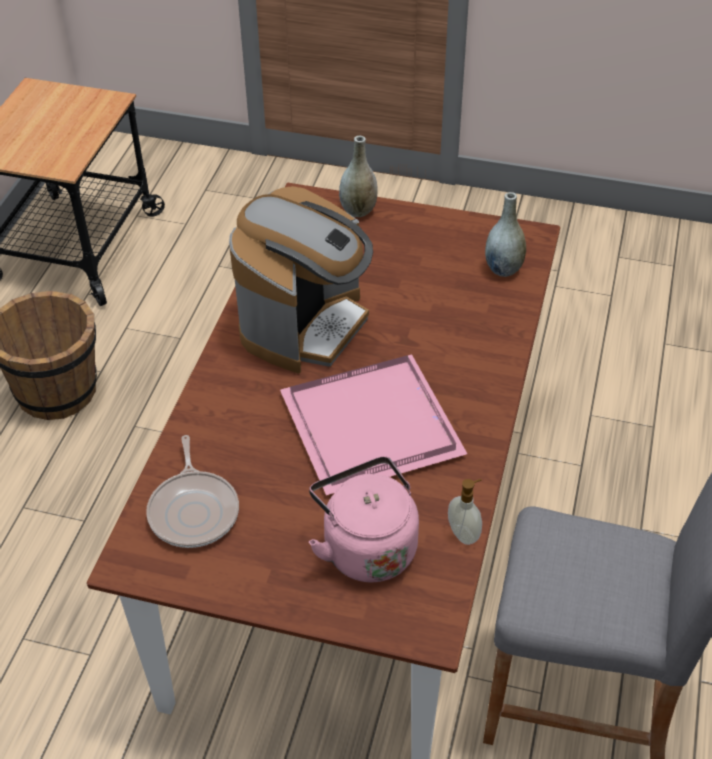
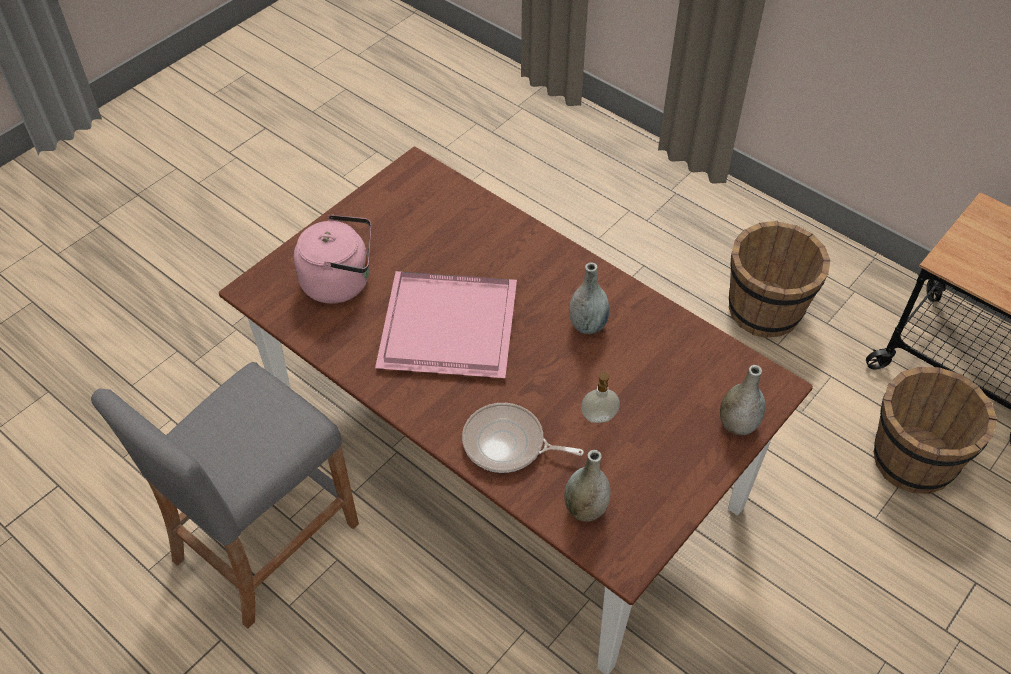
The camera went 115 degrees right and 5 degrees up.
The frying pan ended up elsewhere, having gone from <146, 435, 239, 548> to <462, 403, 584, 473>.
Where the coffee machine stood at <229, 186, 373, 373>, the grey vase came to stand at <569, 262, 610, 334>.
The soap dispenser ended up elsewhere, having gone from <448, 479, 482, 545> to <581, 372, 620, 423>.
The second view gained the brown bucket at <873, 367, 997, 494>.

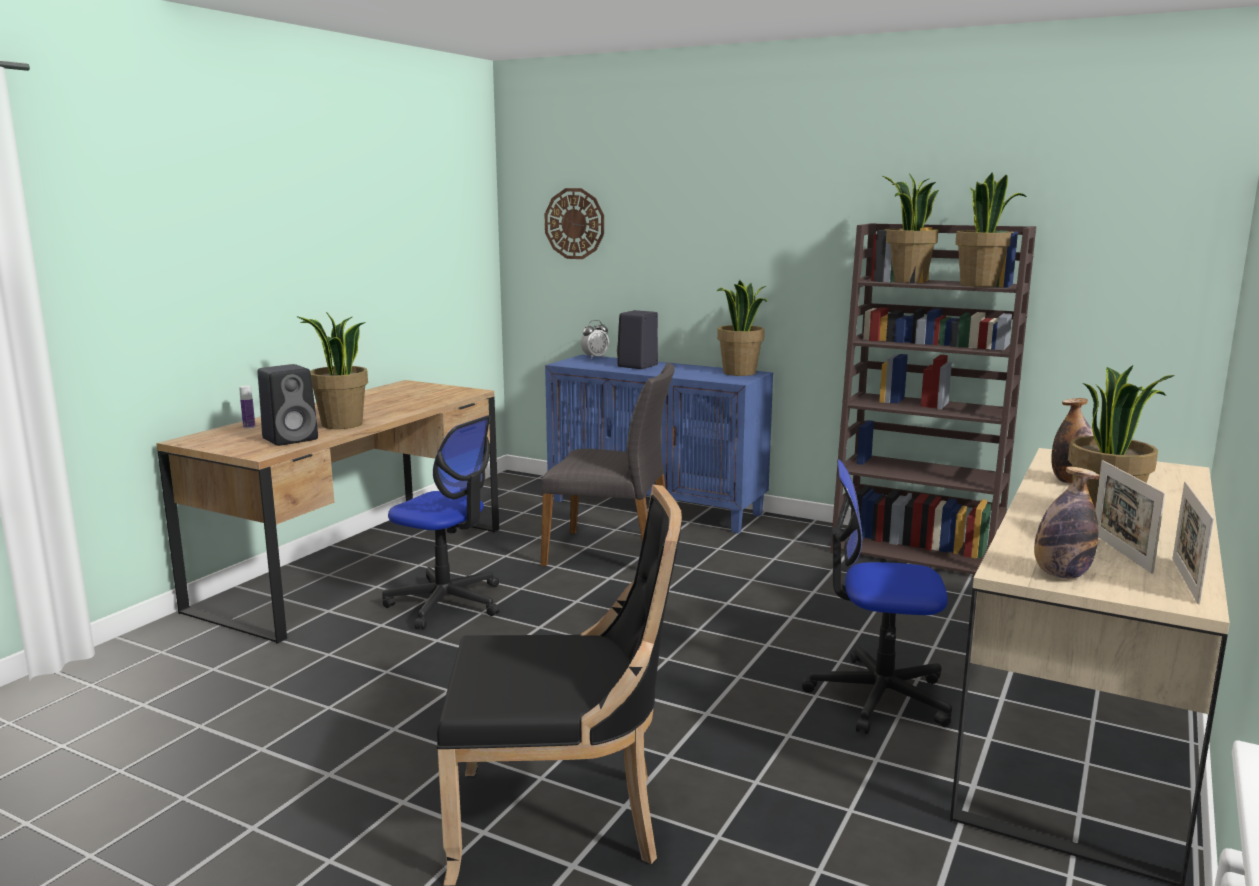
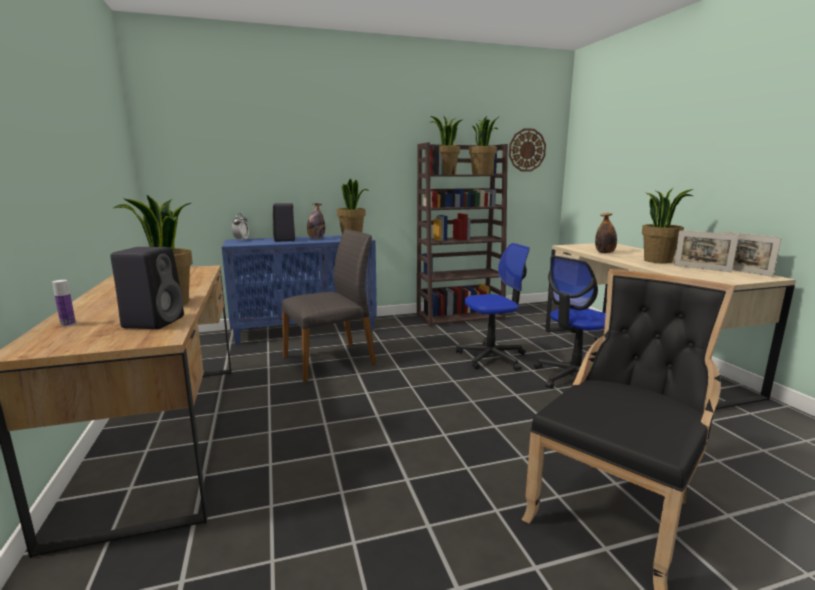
The camera went 45 degrees left and 0 degrees up.
The bottle ended up elsewhere, having gone from <1034, 467, 1099, 579> to <307, 203, 325, 239>.
The office chair ended up elsewhere, having gone from <382, 415, 500, 630> to <456, 243, 530, 371>.
The wall clock ended up elsewhere, having gone from <545, 188, 604, 259> to <509, 128, 546, 172>.

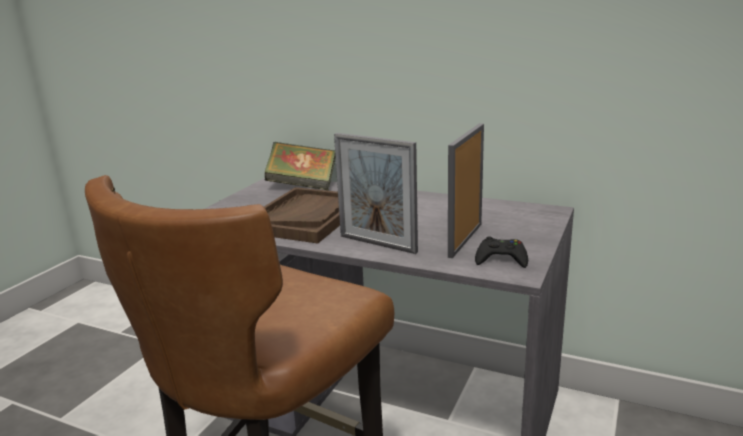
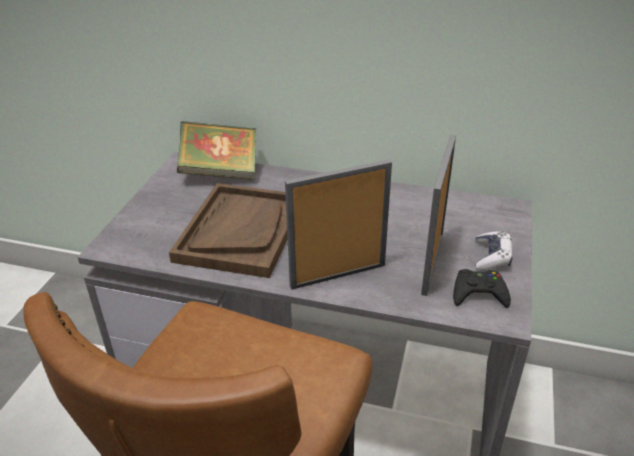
The camera went 10 degrees left and 15 degrees up.
The picture frame at <334, 133, 418, 254> ended up facing another way, 135 degrees clockwise from before.
The second view gained the game controller at <475, 231, 512, 271>.

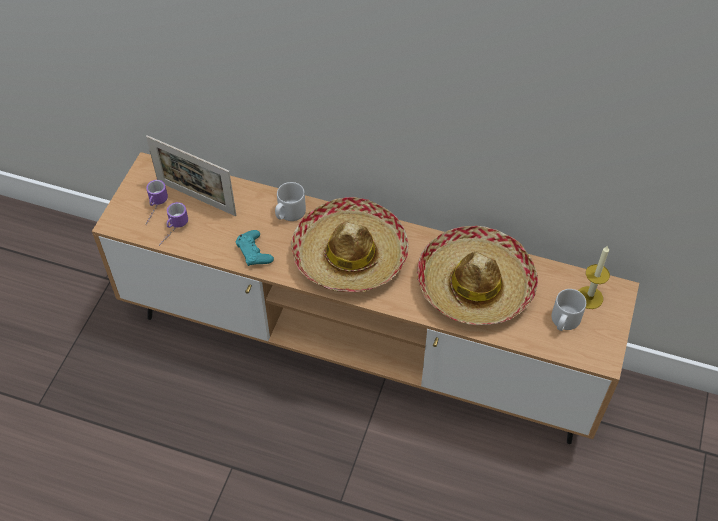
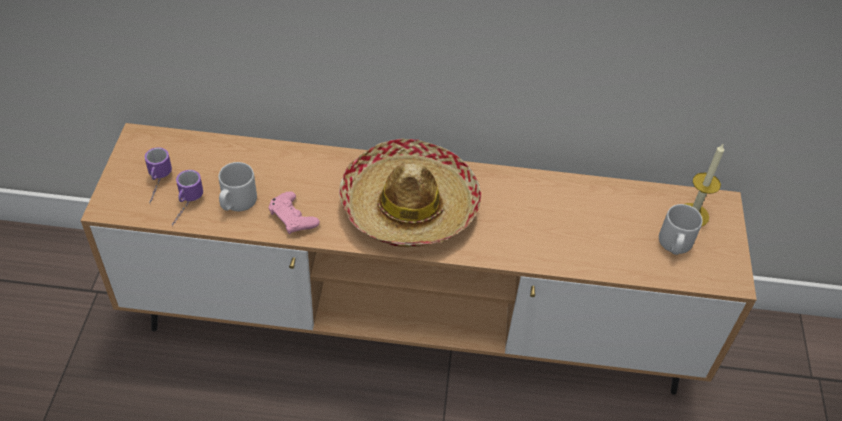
The camera went 15 degrees left and 5 degrees down.
The grey mug ended up elsewhere, having gone from <275, 182, 306, 221> to <219, 162, 257, 211>.
What was the turquoise game controller at <236, 230, 274, 266> turned into the pink game controller at <268, 191, 320, 234>.
The second view lost the picture frame at <146, 135, 236, 216>.
The second view lost the hat at <416, 226, 538, 325>.

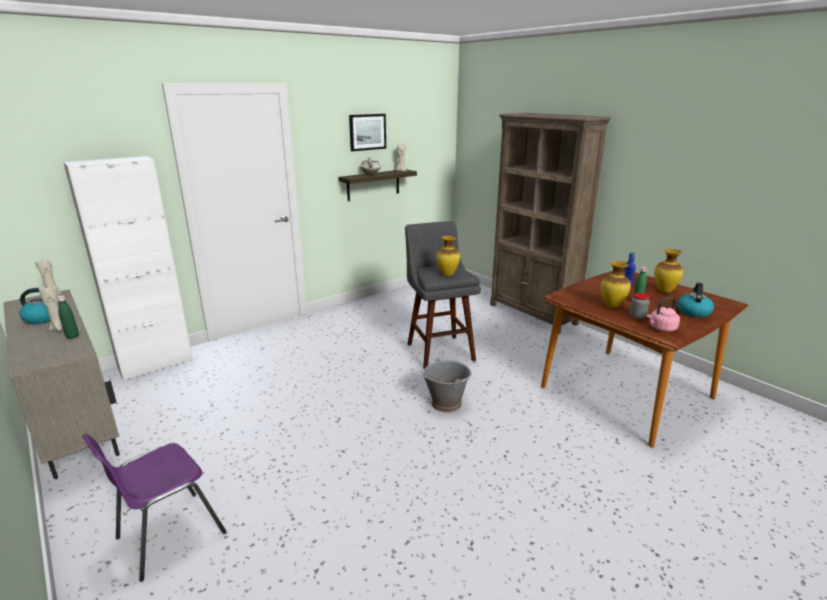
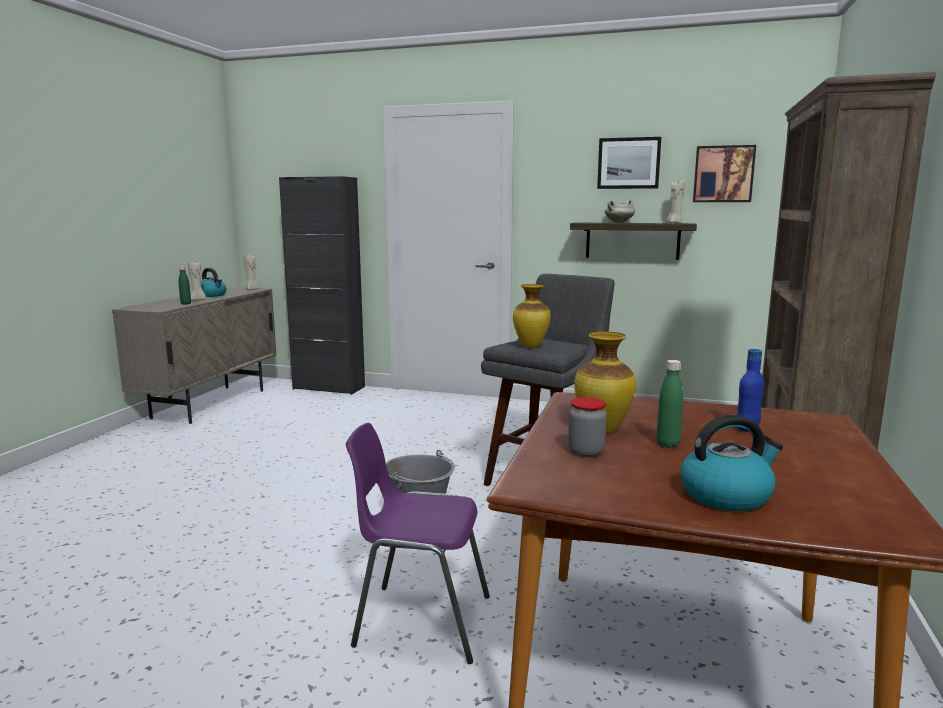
The camera went 55 degrees right and 10 degrees down.
What was the white cabinet at <63, 156, 193, 381> turned into the black cabinet at <279, 176, 365, 395>.
The purple chair ended up elsewhere, having gone from <82, 434, 226, 582> to <346, 423, 490, 664>.
The second view gained the picture at <693, 145, 756, 202>.
The second view lost the pink kettle at <647, 297, 680, 332>.
The second view lost the vase at <654, 249, 683, 293>.

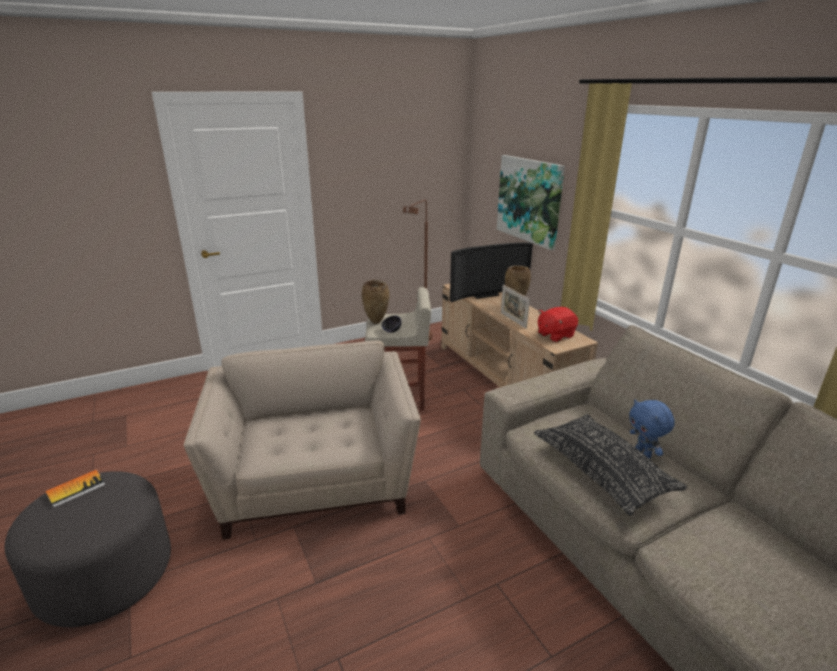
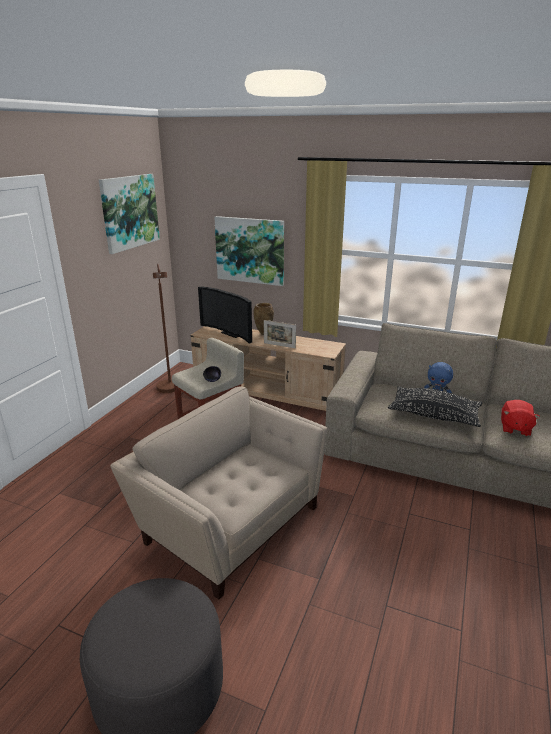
The camera went 40 degrees left and 0 degrees up.
The second view gained the picture at <99, 174, 160, 254>.
The television at <450, 243, 533, 302> ended up facing another way, 105 degrees clockwise from before.
The red plush toy ended up elsewhere, having gone from <538, 307, 578, 342> to <501, 400, 540, 436>.
The second view lost the book at <45, 470, 106, 508>.
The second view lost the brown vase at <362, 280, 389, 324>.

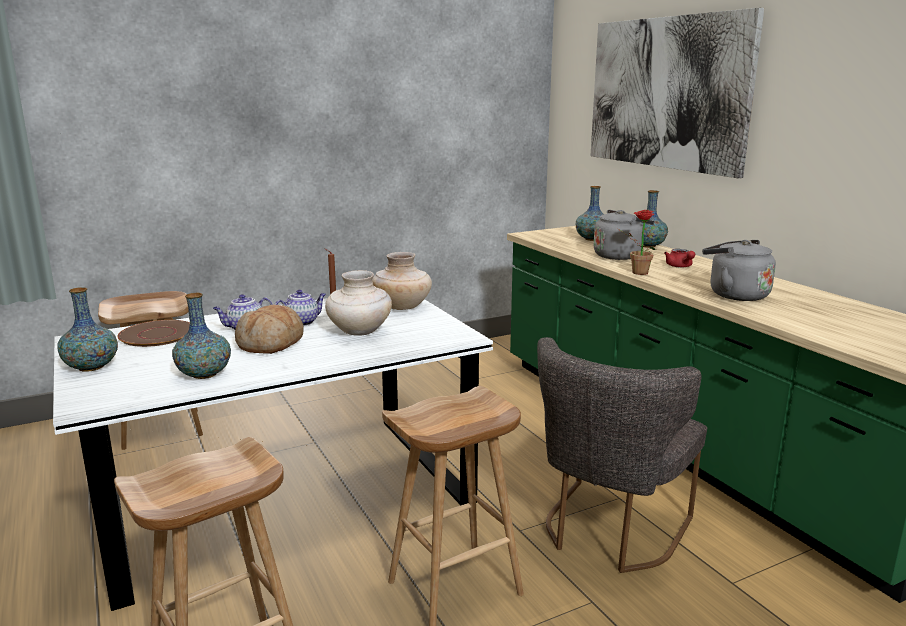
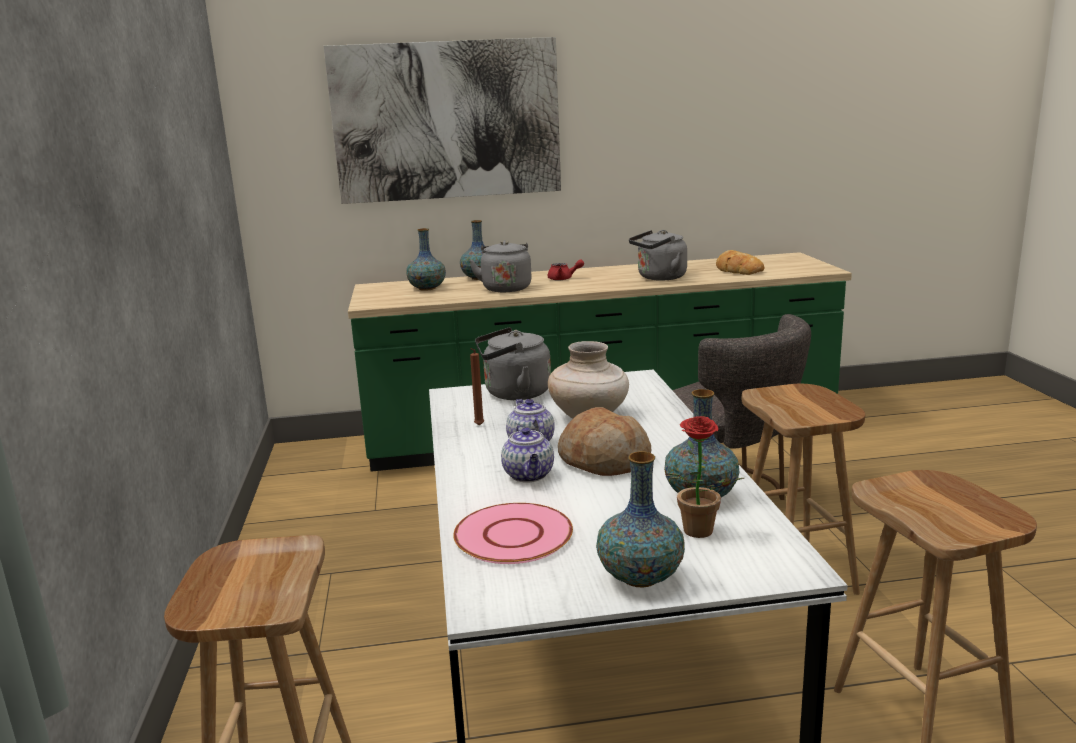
The camera went 70 degrees left and 0 degrees up.
What was the brown plate at <117, 320, 190, 347> turned into the pink plate at <453, 503, 573, 564>.
Where the beige vase stood at <372, 252, 432, 310>, the grey kettle came to stand at <475, 327, 551, 400>.
The potted plant ended up elsewhere, having gone from <618, 210, 656, 275> to <667, 416, 744, 538>.
The second view gained the bread at <716, 250, 764, 275>.

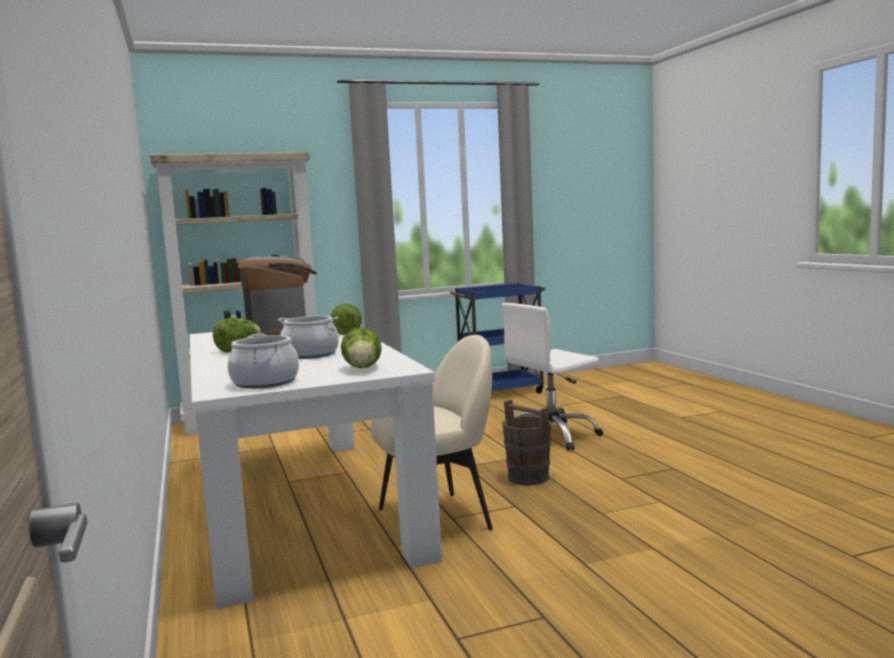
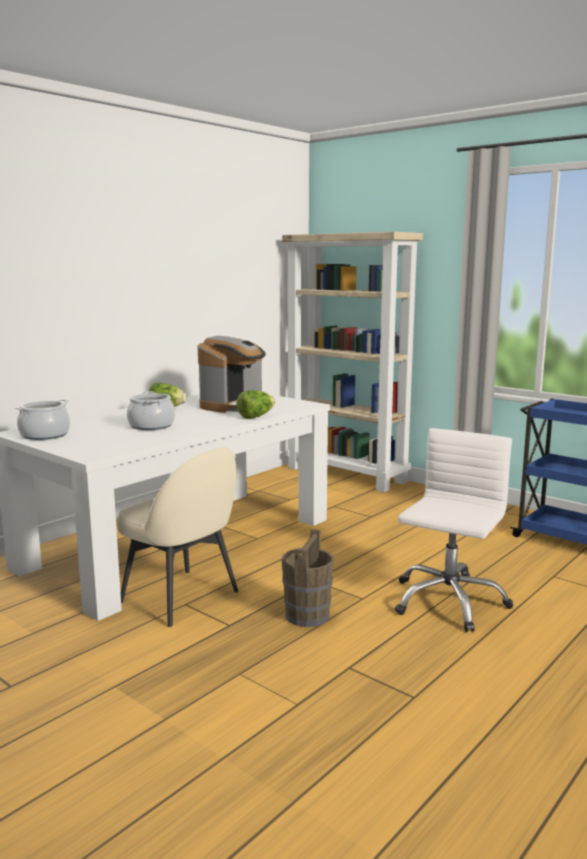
The camera went 60 degrees right and 5 degrees up.
The white office chair at <502, 303, 603, 451> ended up facing another way, 90 degrees clockwise from before.
The second view lost the lettuce at <341, 327, 382, 368>.

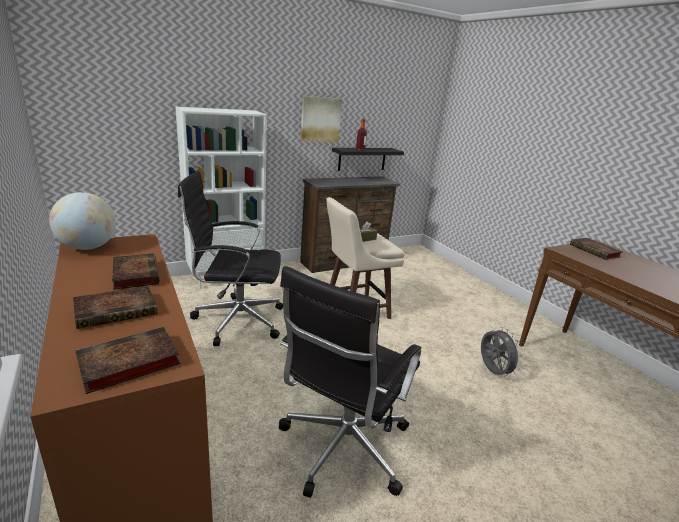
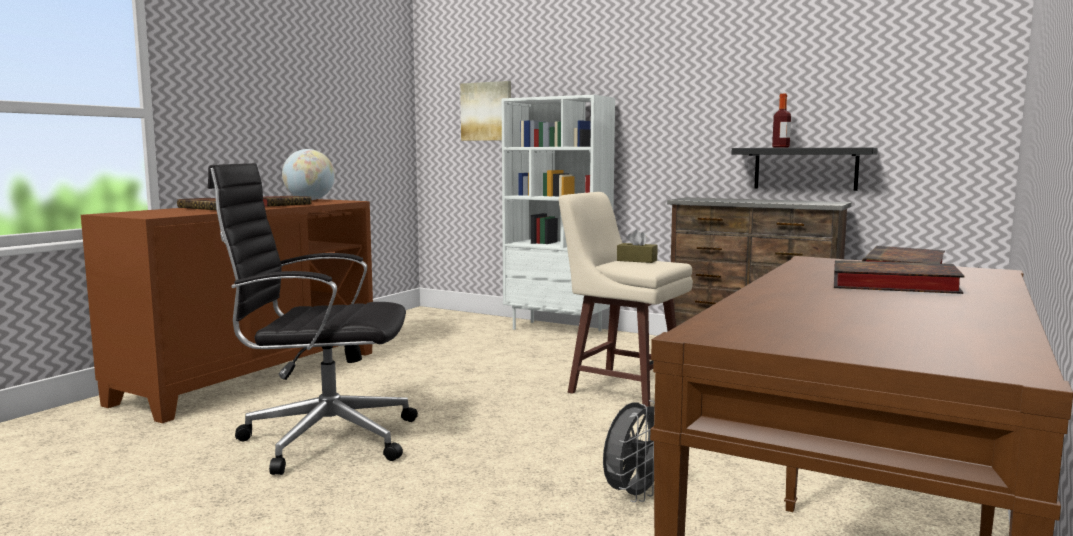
The camera went 60 degrees right and 15 degrees down.
The picture ended up elsewhere, having gone from <300, 96, 342, 142> to <460, 81, 511, 141>.
The book ended up elsewhere, having gone from <76, 327, 180, 394> to <834, 260, 964, 294>.
The second view lost the black office chair at <178, 171, 283, 346>.

